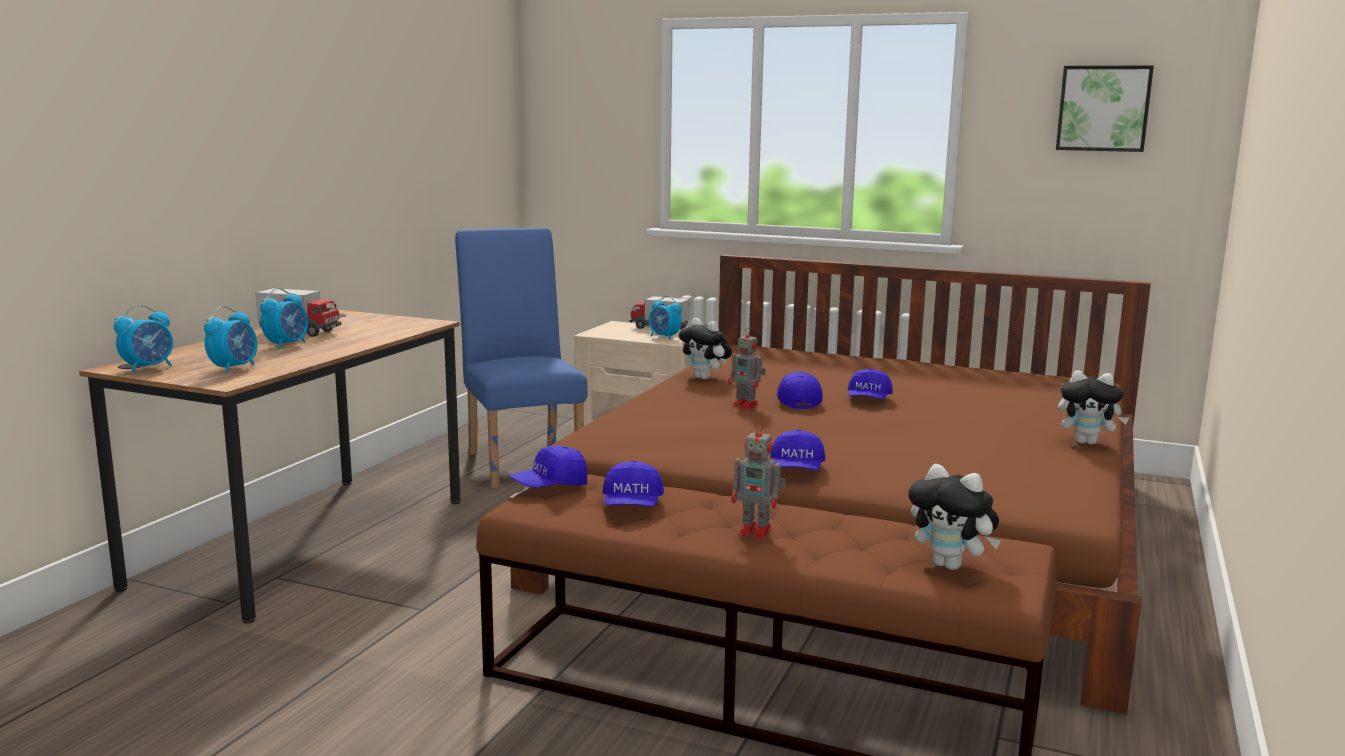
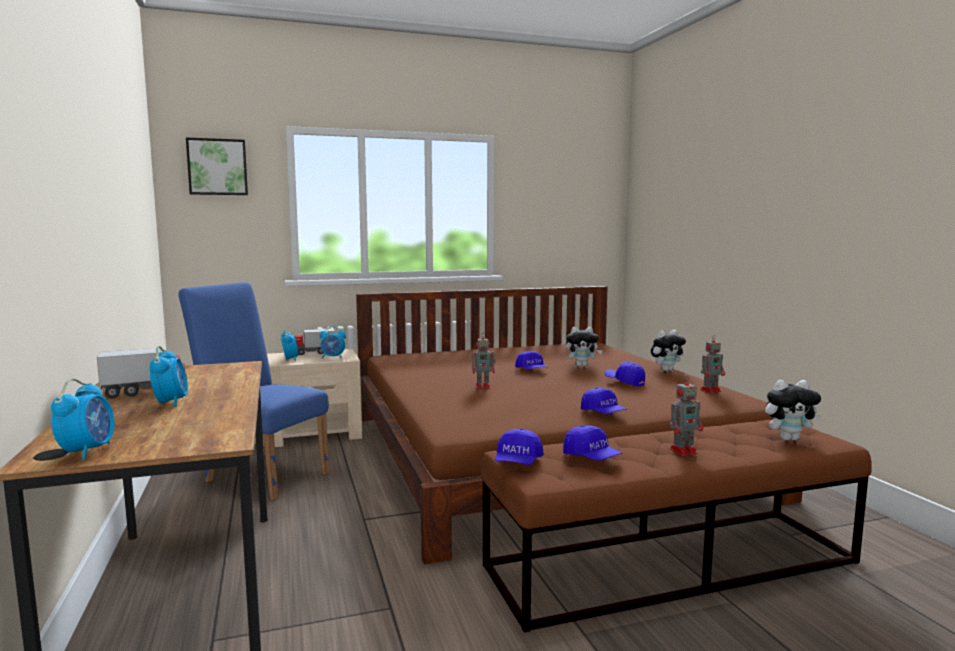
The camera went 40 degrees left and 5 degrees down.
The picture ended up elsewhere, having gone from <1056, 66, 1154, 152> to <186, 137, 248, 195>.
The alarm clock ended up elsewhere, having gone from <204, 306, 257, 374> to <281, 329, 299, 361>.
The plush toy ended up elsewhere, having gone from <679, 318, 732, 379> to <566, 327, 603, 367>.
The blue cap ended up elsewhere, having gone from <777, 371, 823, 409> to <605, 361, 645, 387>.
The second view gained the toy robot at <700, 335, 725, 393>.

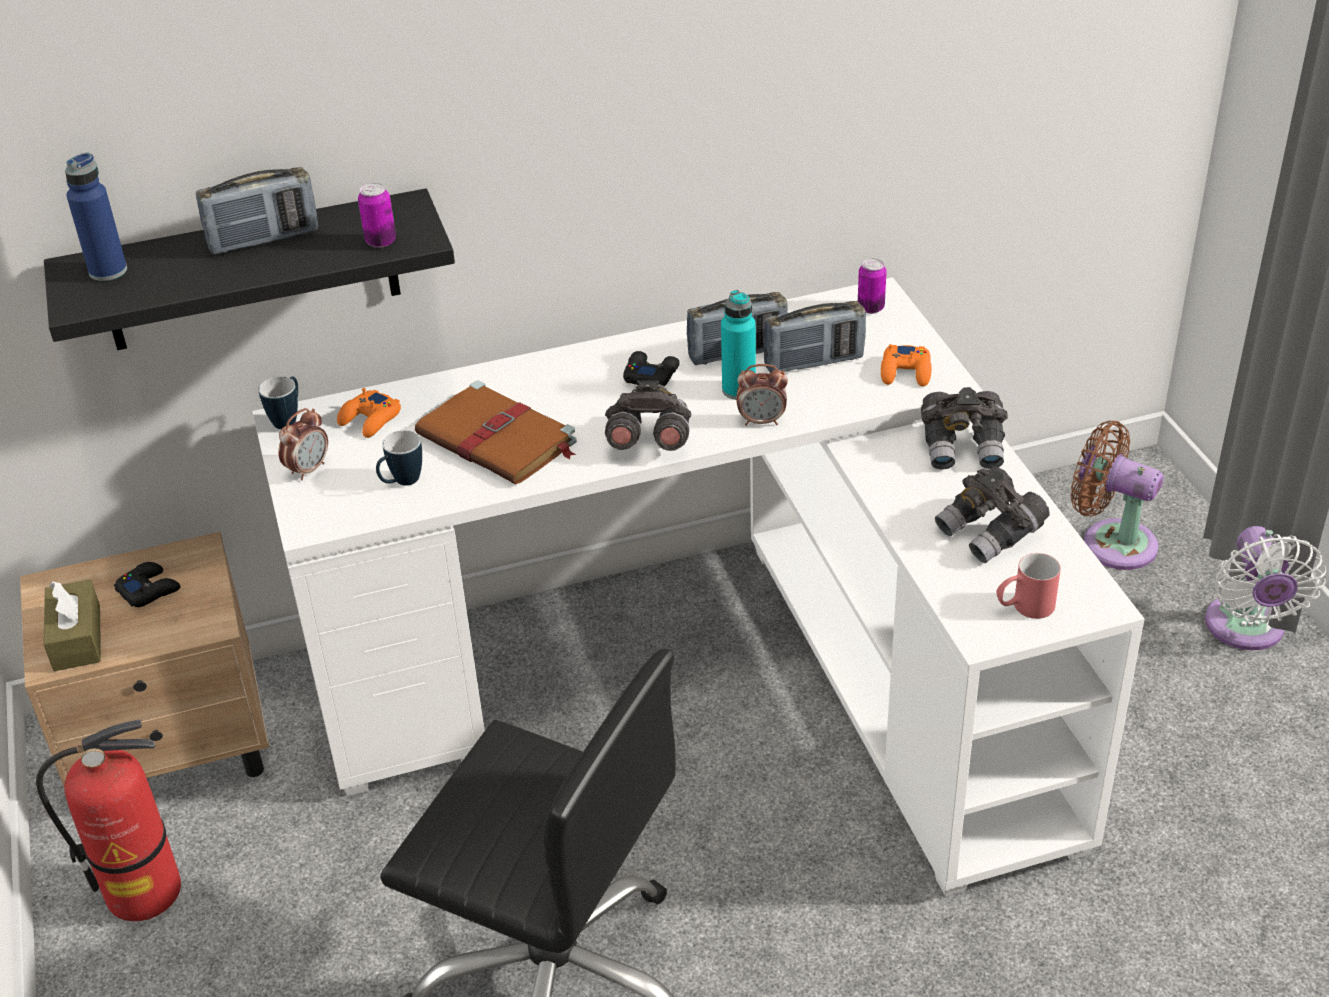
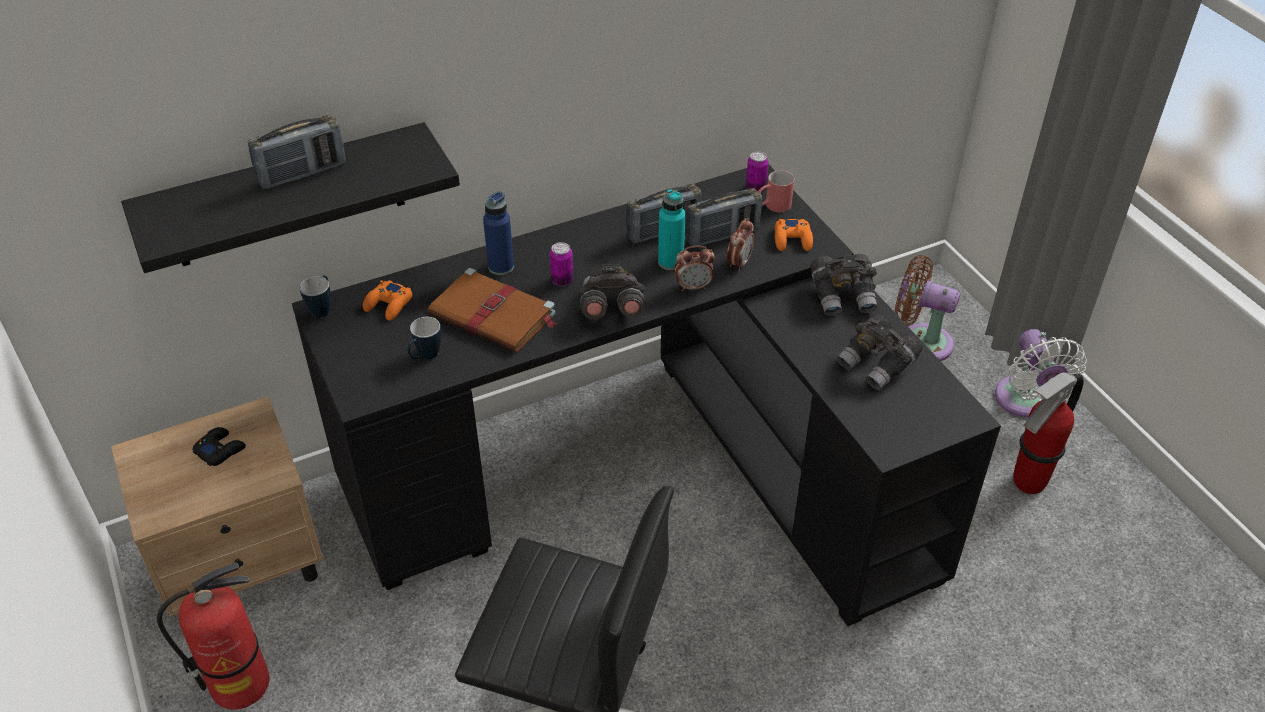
The camera went 10 degrees left and 5 degrees up.
What was the white desk at <252, 277, 1145, 896> turned into the black desk at <292, 165, 1001, 626>.
The blue bottle ended up elsewhere, having gone from <65, 153, 127, 281> to <483, 192, 514, 275>.
The can ended up elsewhere, having gone from <358, 183, 396, 248> to <550, 242, 573, 286>.
The alarm clock ended up elsewhere, having gone from <278, 408, 328, 481> to <727, 218, 754, 271>.
The red mug ended up elsewhere, having gone from <997, 553, 1061, 619> to <758, 170, 794, 212>.
The second view gained the fire extinguisher at <1014, 372, 1084, 494>.
The second view lost the brown tissue box at <43, 579, 101, 671>.
The second view lost the black game controller at <623, 351, 680, 386>.

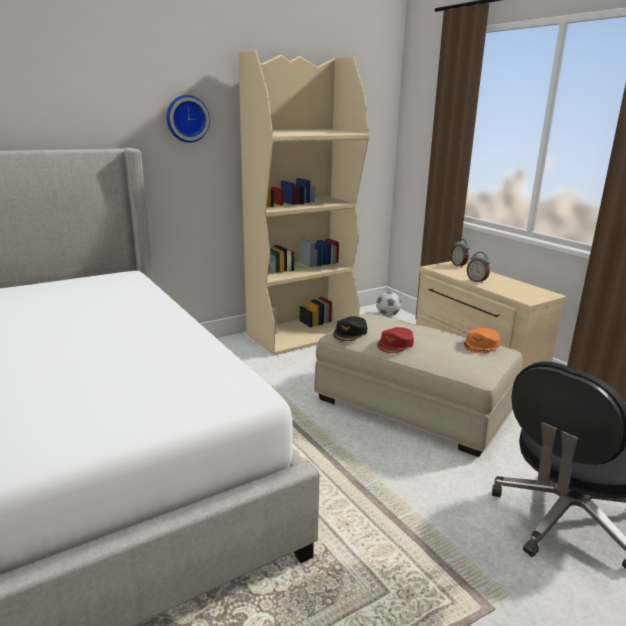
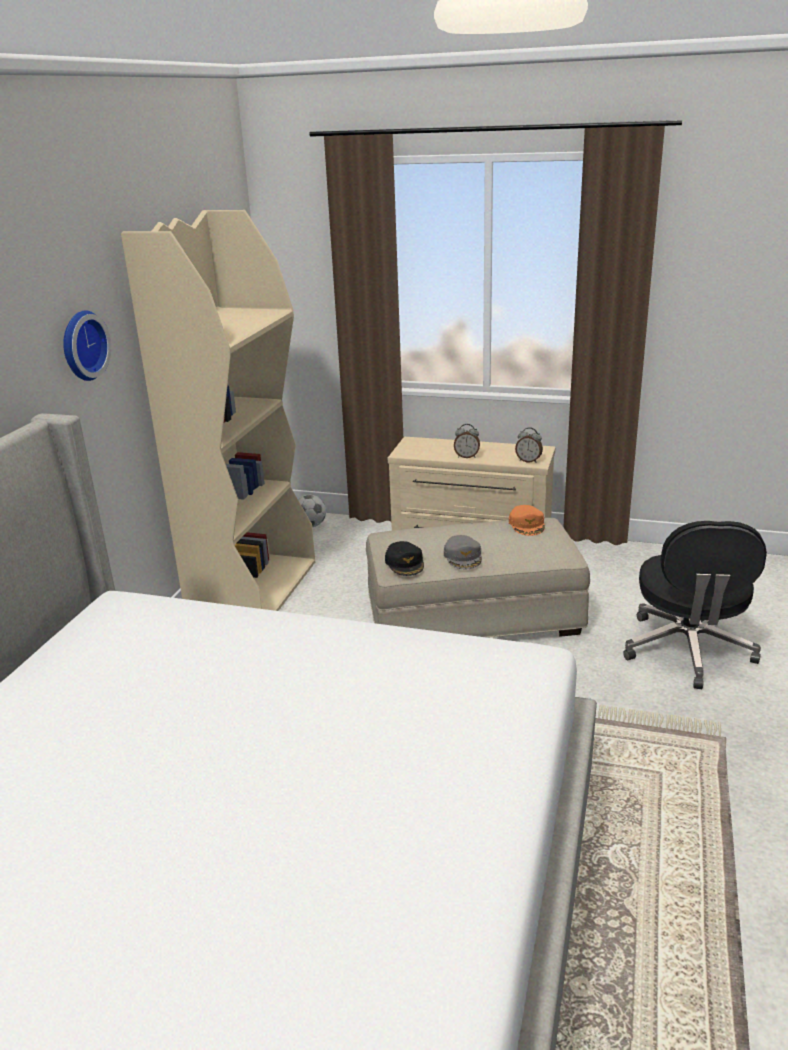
The camera went 40 degrees left and 5 degrees up.
What was the red cap at <377, 327, 414, 353> turned into the grey cap at <444, 535, 482, 569>.
The alarm clock ended up elsewhere, having gone from <451, 239, 469, 268> to <515, 427, 543, 463>.

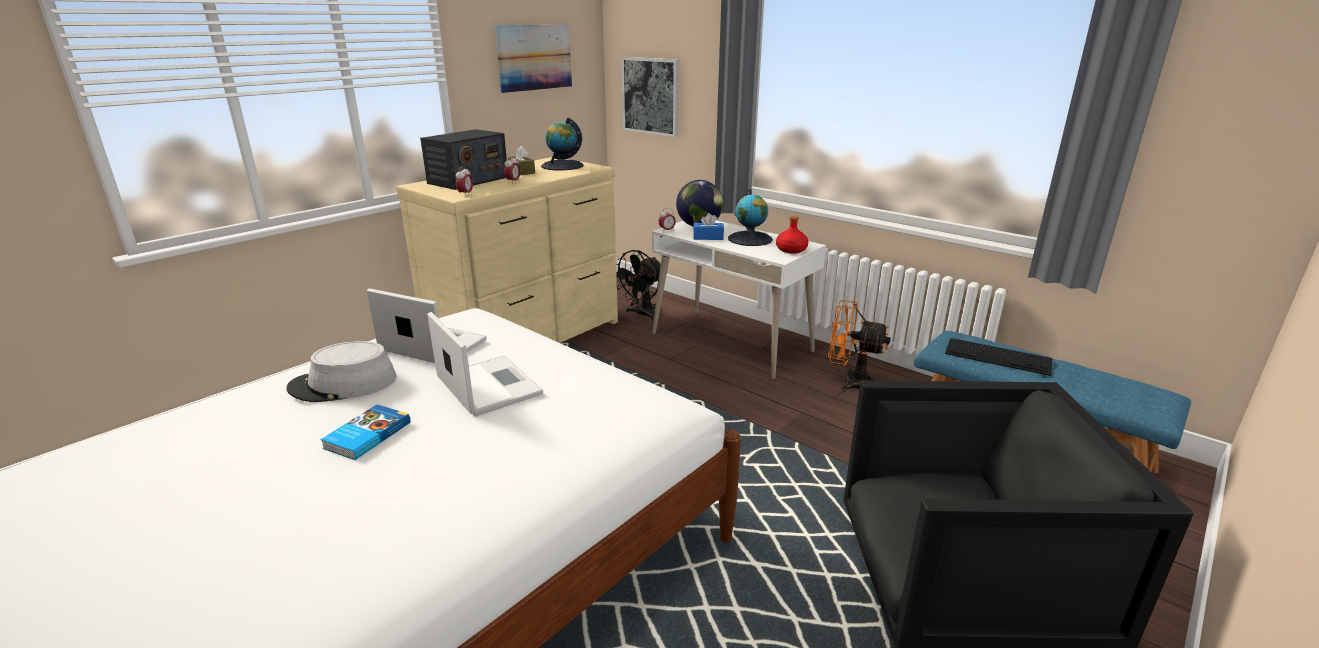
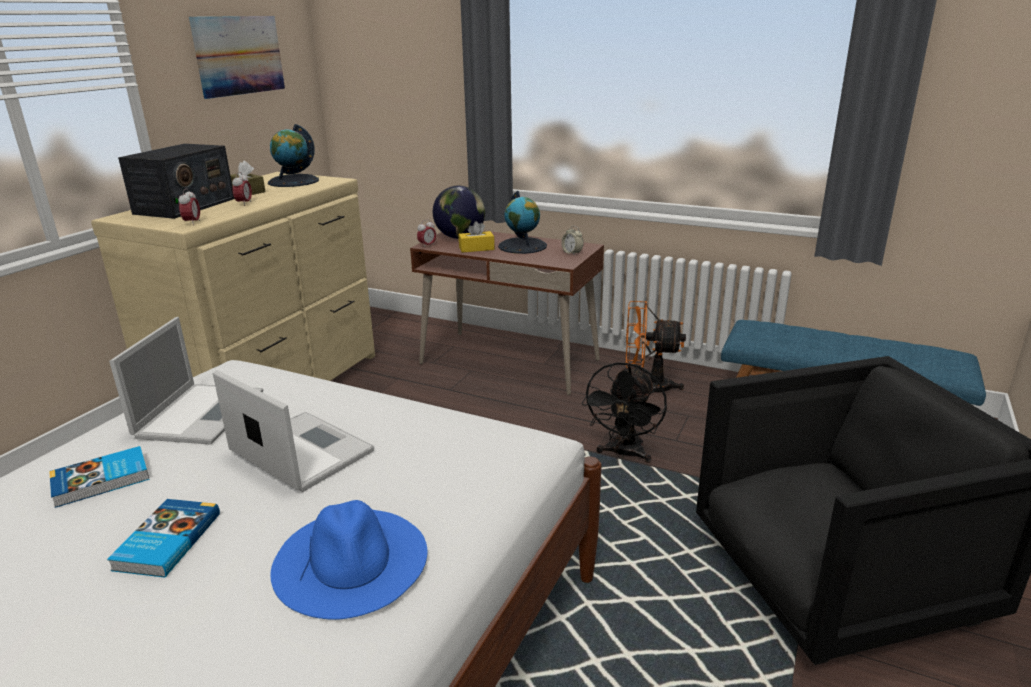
The camera went 15 degrees left and 0 degrees up.
Where the grey hat stood at <287, 341, 397, 402>, the book came to stand at <49, 446, 150, 508>.
The laptop at <367, 288, 486, 363> ended up facing another way, 90 degrees clockwise from before.
The second view gained the blue hat at <271, 500, 427, 620>.
What was the white desk at <652, 220, 826, 379> turned into the brown desk at <410, 231, 604, 395>.
What was the blue tissue box at <693, 213, 724, 240> turned into the yellow tissue box at <459, 221, 495, 253>.
Where the red bottle stood at <776, 216, 808, 254>, the alarm clock came to stand at <561, 226, 583, 256>.
The black fan ended up elsewhere, having gone from <616, 250, 661, 320> to <582, 362, 667, 463>.
The second view lost the picture at <621, 57, 679, 137>.
The second view lost the keyboard at <945, 338, 1052, 376>.

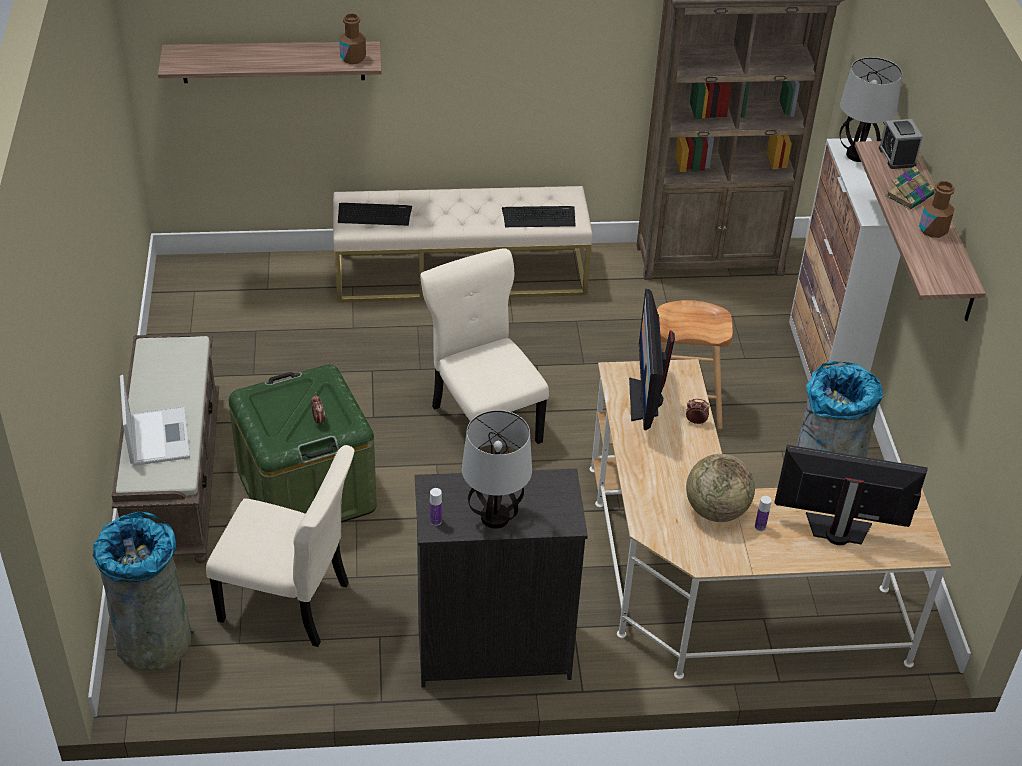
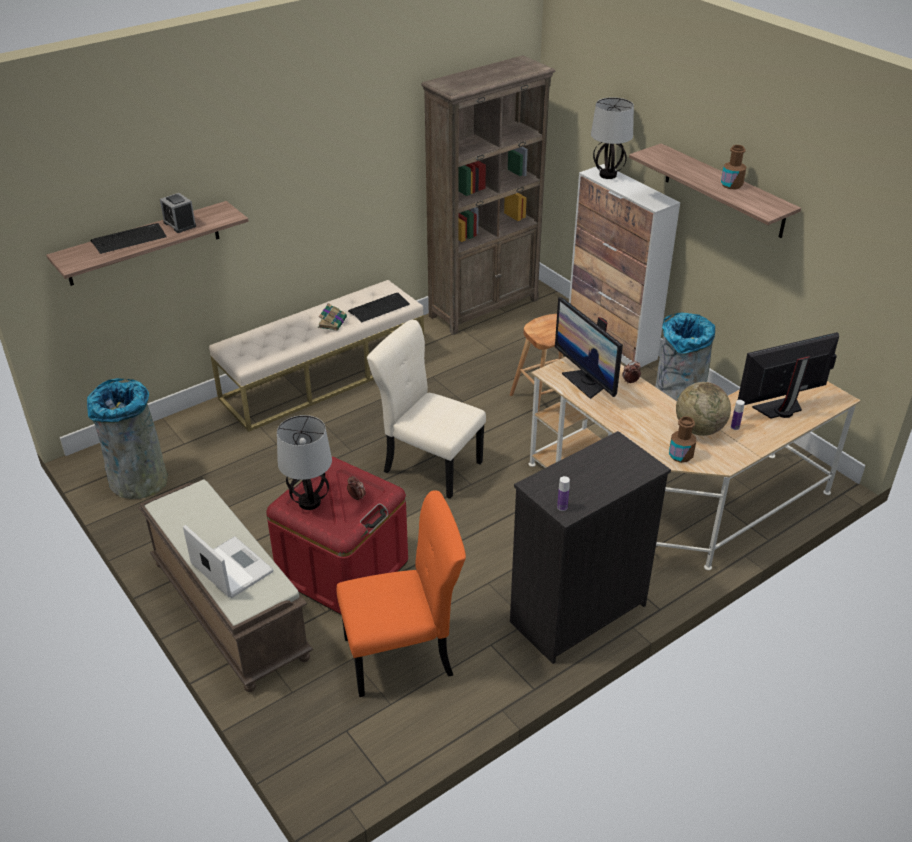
The camera went 30 degrees left and 5 degrees down.
The grey trash can ended up elsewhere, having gone from <93, 511, 194, 671> to <87, 378, 168, 499>.
The keyboard ended up elsewhere, having gone from <338, 203, 412, 226> to <90, 223, 167, 254>.
The alarm clock ended up elsewhere, having gone from <879, 119, 923, 169> to <160, 193, 196, 233>.
What was the green storage box at <229, 364, 377, 523> turned into the red storage box at <266, 457, 408, 615>.
The table lamp ended up elsewhere, having gone from <462, 410, 532, 529> to <277, 415, 332, 510>.
The book ended up elsewhere, having gone from <885, 166, 935, 210> to <318, 303, 347, 331>.
What was the beige chair at <206, 445, 355, 647> turned into the orange chair at <337, 491, 466, 697>.
The brown bottle ended up elsewhere, having gone from <339, 13, 366, 64> to <669, 416, 696, 463>.

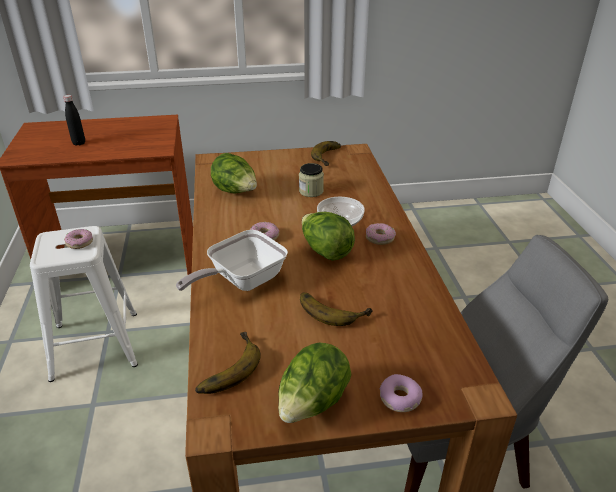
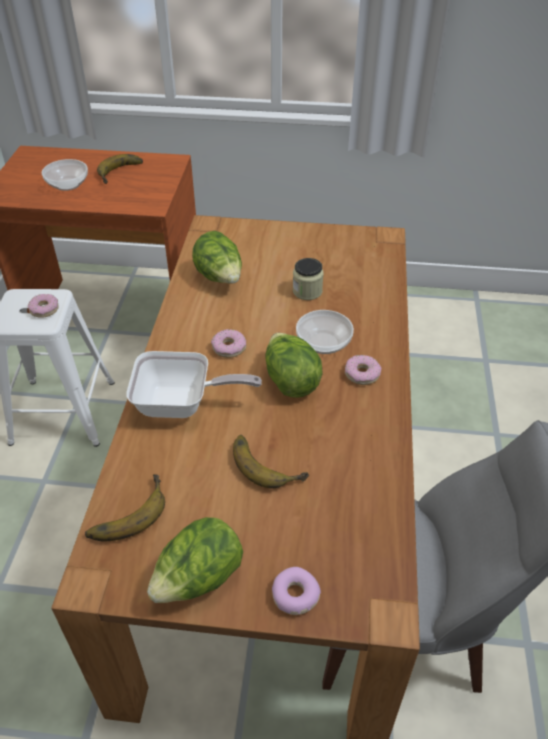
The camera went 15 degrees right and 10 degrees up.
Where the black bottle stood at <63, 95, 85, 146>, the bowl came to stand at <42, 159, 88, 191>.
The banana ended up elsewhere, having gone from <311, 141, 341, 166> to <97, 154, 143, 184>.
The frying pan at <176, 230, 288, 291> ended up facing another way, 150 degrees counterclockwise from before.

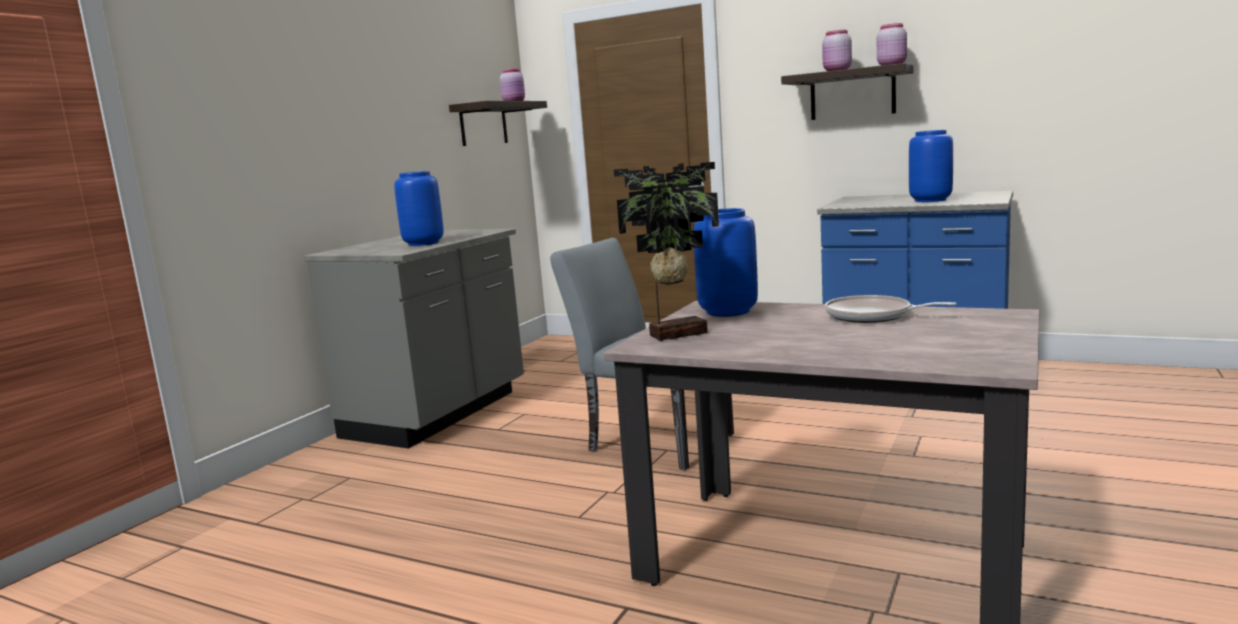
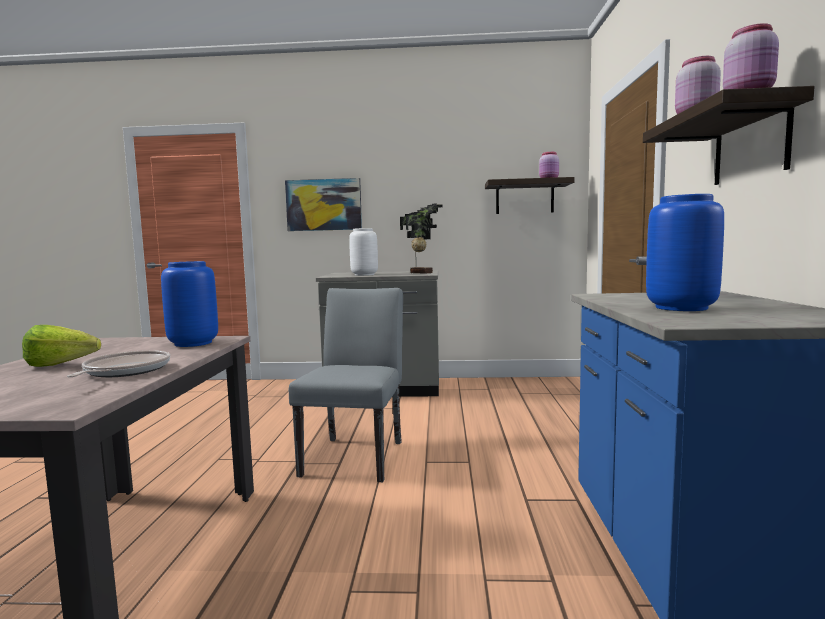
The camera went 65 degrees right and 5 degrees down.
The second view gained the lettuce at <22, 325, 101, 367>.
The second view gained the picture at <285, 178, 362, 231>.
What was the blue vase at <394, 171, 444, 246> turned into the white vase at <349, 228, 378, 276>.
The potted plant ended up elsewhere, having gone from <614, 162, 719, 341> to <400, 203, 443, 274>.

